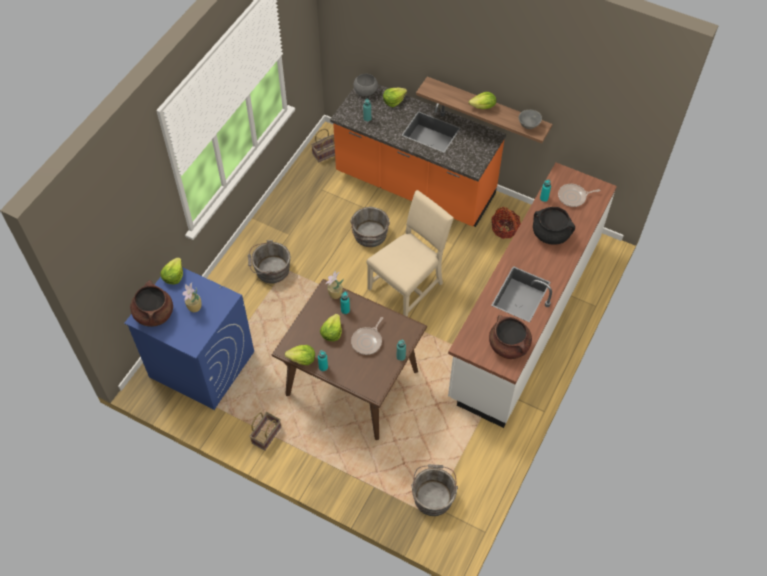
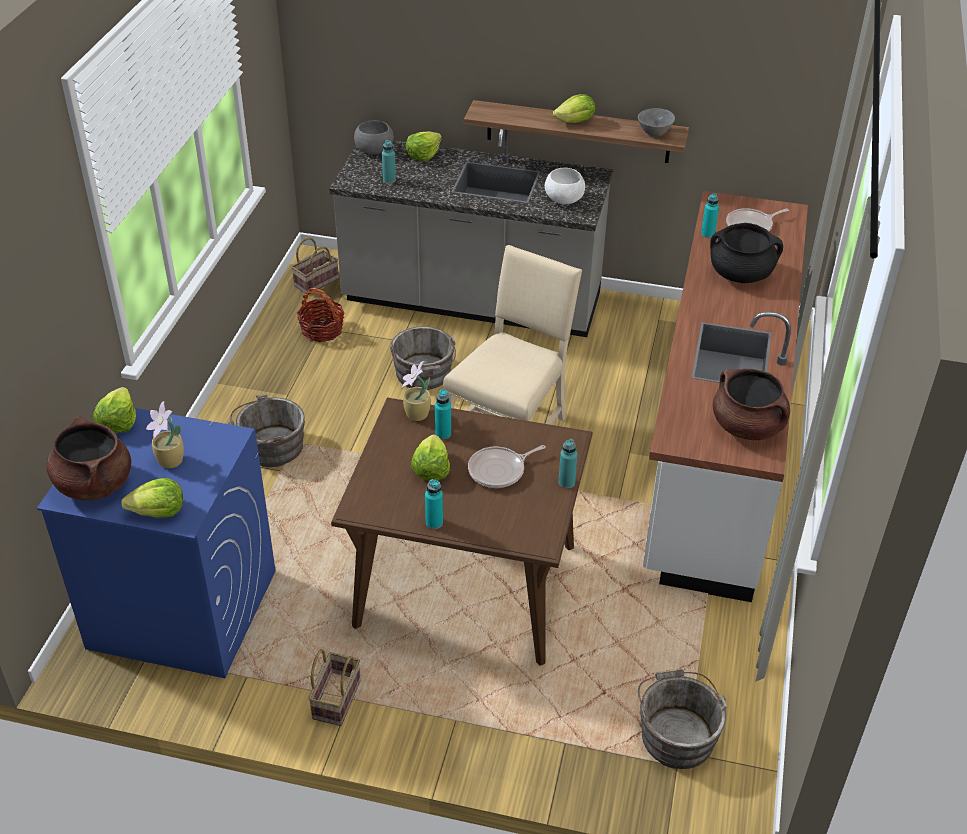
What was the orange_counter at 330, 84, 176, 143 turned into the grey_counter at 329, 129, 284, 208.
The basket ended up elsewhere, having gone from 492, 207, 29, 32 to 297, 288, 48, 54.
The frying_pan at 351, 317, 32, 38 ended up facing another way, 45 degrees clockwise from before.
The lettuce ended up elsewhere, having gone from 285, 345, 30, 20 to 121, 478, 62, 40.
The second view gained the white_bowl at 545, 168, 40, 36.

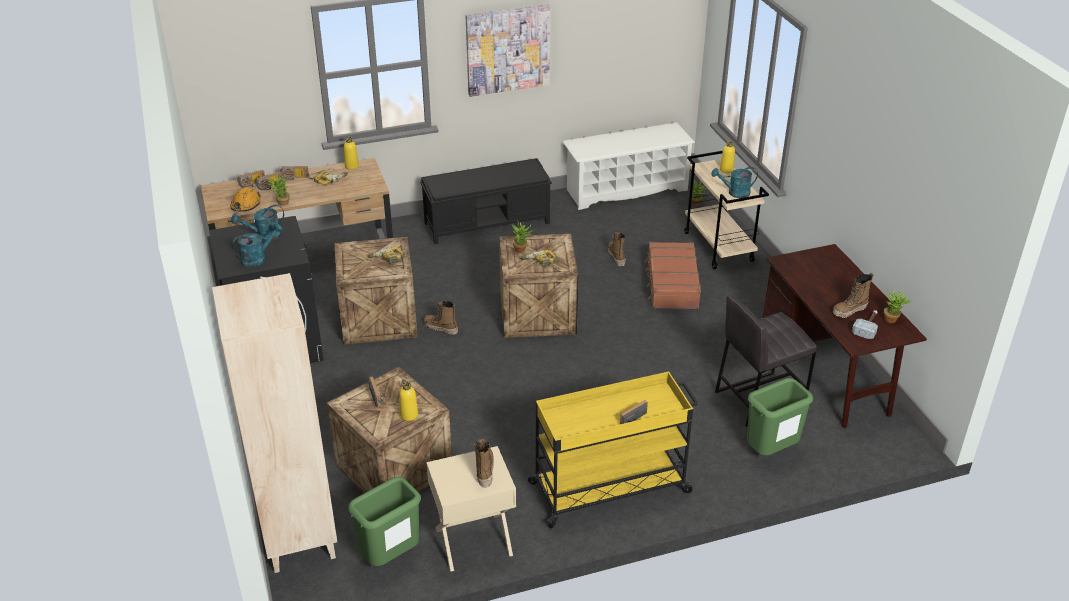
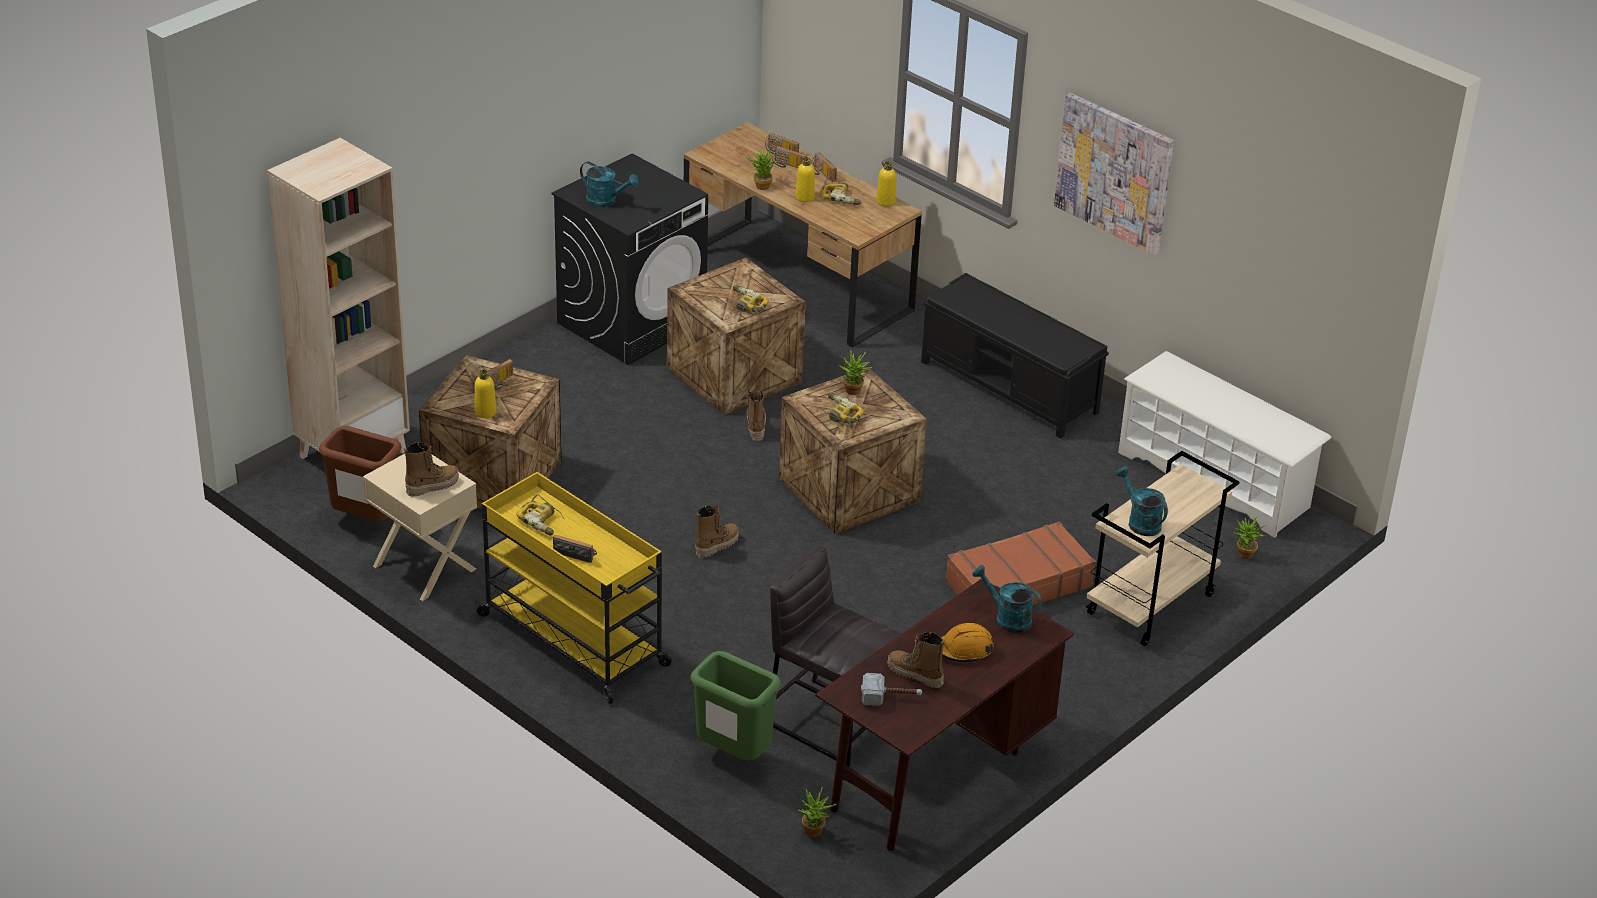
The yellow_bottle ended up elsewhere, having gone from 720, 141, 15, 32 to 795, 157, 20, 45.
The orange_hard_hat ended up elsewhere, having gone from 230, 187, 31, 25 to 940, 623, 53, 40.
The turquoise_watering_can ended up elsewhere, having gone from 231, 204, 53, 37 to 972, 565, 70, 68.
The boot ended up elsewhere, having gone from 608, 232, 18, 35 to 695, 505, 44, 53.
The potted_plant ended up elsewhere, having gone from 884, 288, 27, 35 to 798, 787, 39, 50.
What was the green_trash_can at 348, 477, 73, 89 turned into the brown_trash_can at 319, 426, 83, 95.
The second view gained the power_drill at 516, 494, 48, 42.

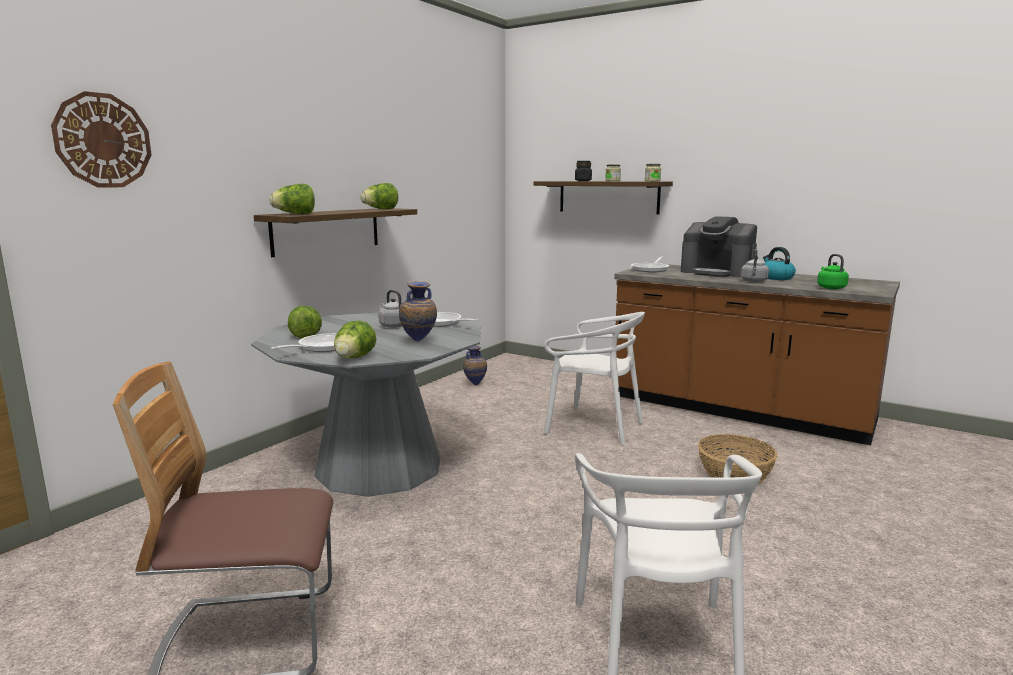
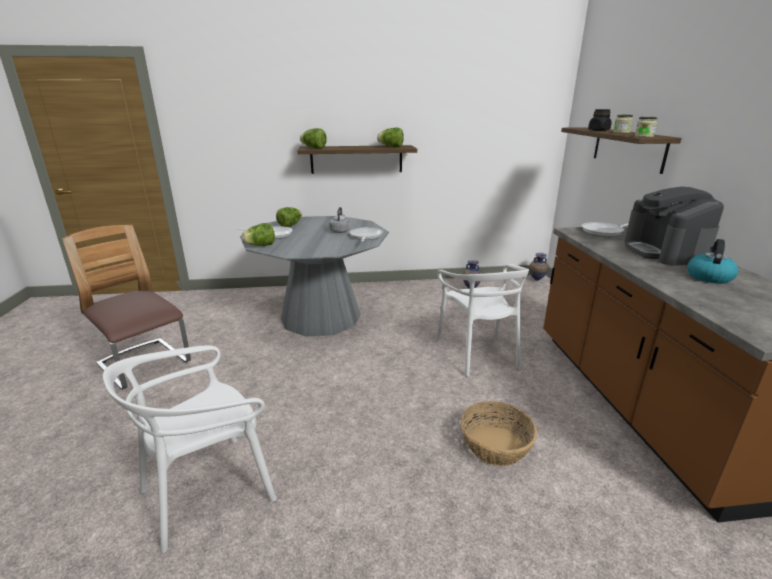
The second view lost the wall_clock at 51, 91, 101, 97.
The second view lost the grey_kettle at 741, 249, 28, 33.
The second view lost the green_kettle at 817, 254, 32, 35.
The vase ended up elsewhere, having gone from 399, 281, 38, 60 to 529, 253, 20, 28.

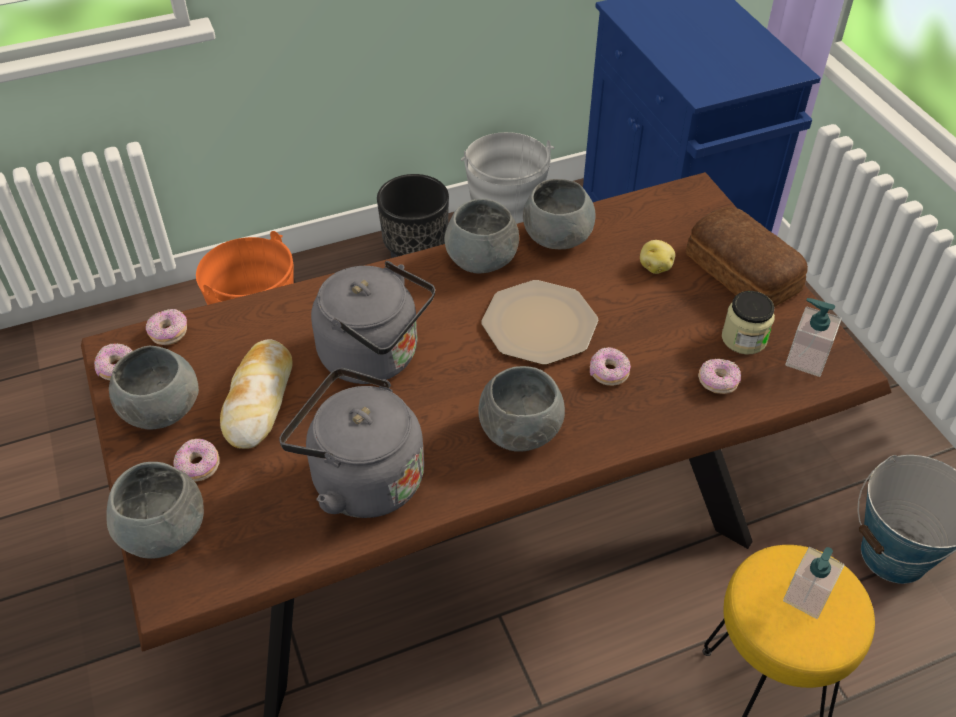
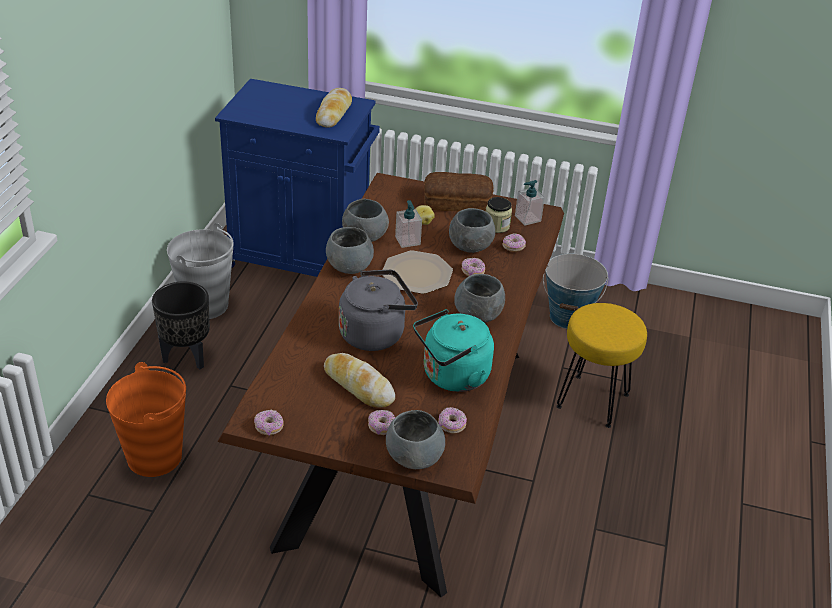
The donut ended up elsewhere, having gone from 146, 309, 41, 36 to 438, 407, 29, 26.
The grey_bowl ended up elsewhere, having gone from 109, 345, 90, 85 to 449, 208, 46, 45.
What was the grey_kettle at 279, 368, 145, 150 turned into the turquoise_kettle at 413, 309, 81, 83.
The soap_dispenser ended up elsewhere, having gone from 783, 547, 62, 72 to 395, 200, 27, 48.
The second view gained the bread at 316, 88, 36, 40.

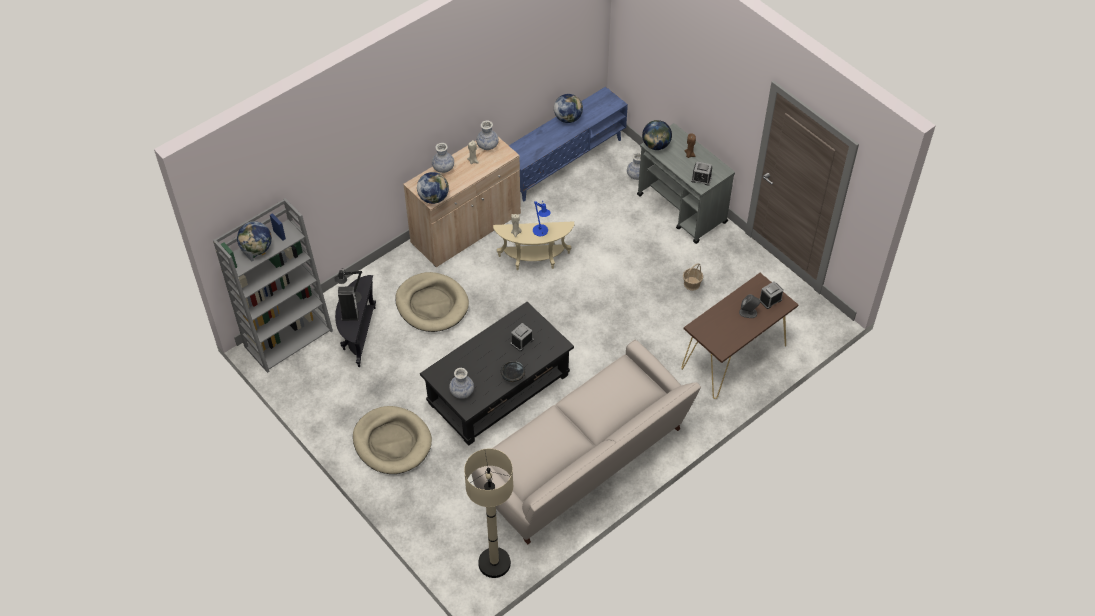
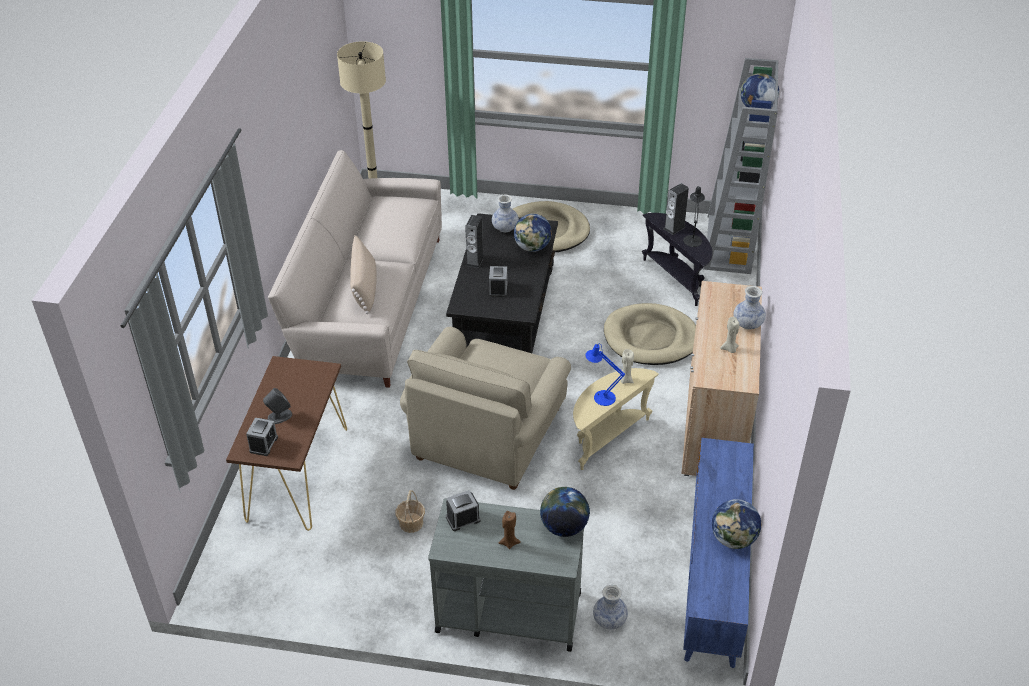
The second view lost the vase at 476, 120, 23, 30.
The globe ended up elsewhere, having gone from 417, 172, 32, 32 to 514, 214, 38, 38.
Where the black_bowl stood at 501, 361, 24, 21, the speaker came to stand at 465, 215, 19, 53.
The second view gained the beige_pillow at 350, 235, 27, 79.
The second view gained the beige_armchair at 400, 327, 171, 163.

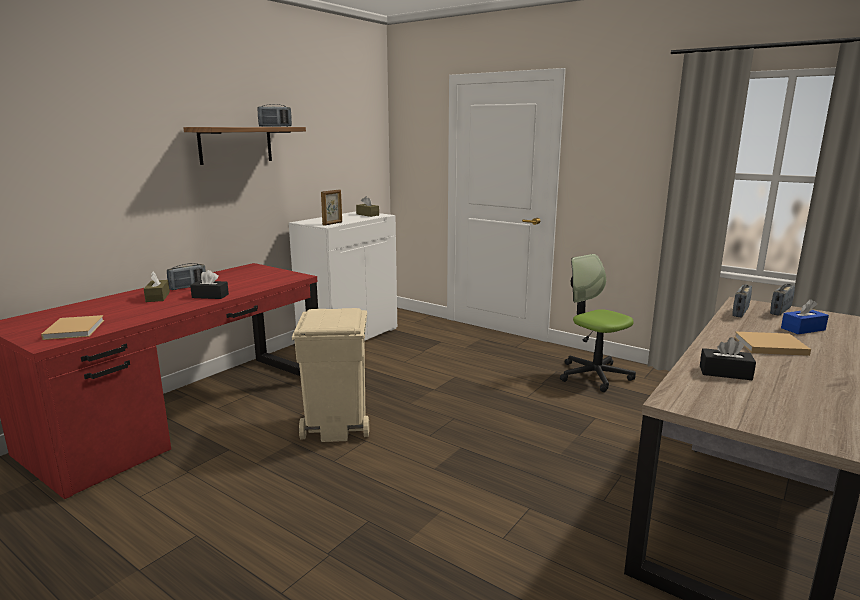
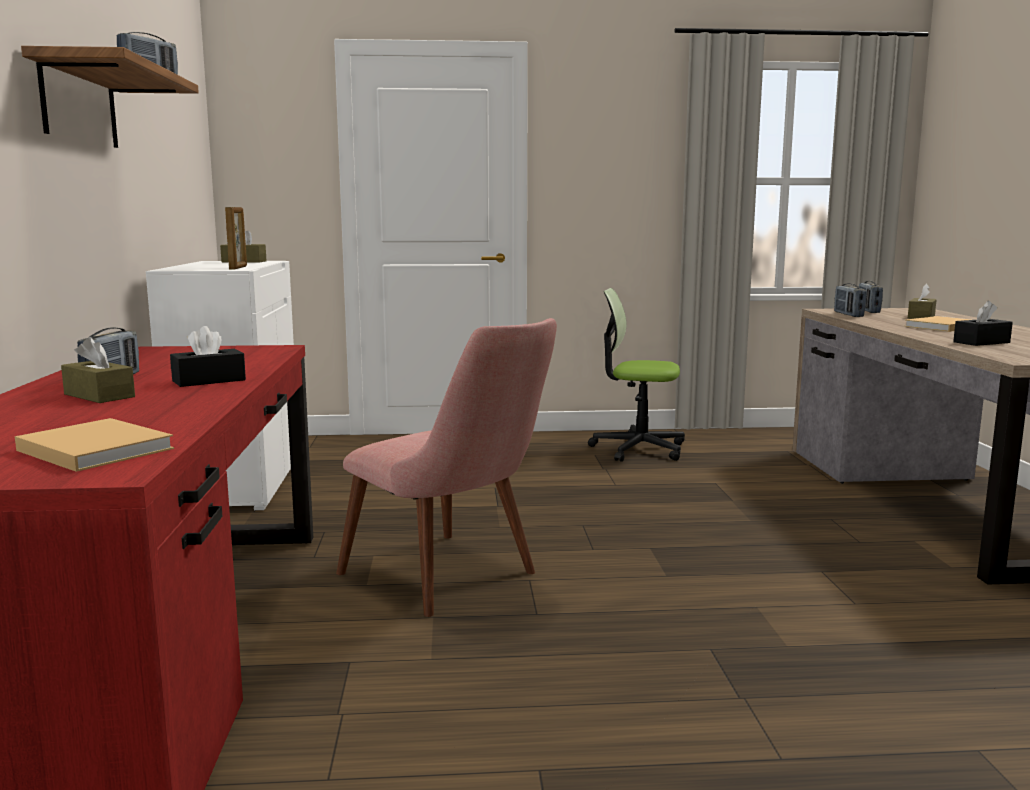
What was the blue_tissue_box at 781, 299, 48, 35 turned into the brown_tissue_box at 908, 283, 29, 36.
Where the beige_trash_can stood at 292, 308, 77, 134, the pink_chair came to stand at 336, 318, 221, 299.

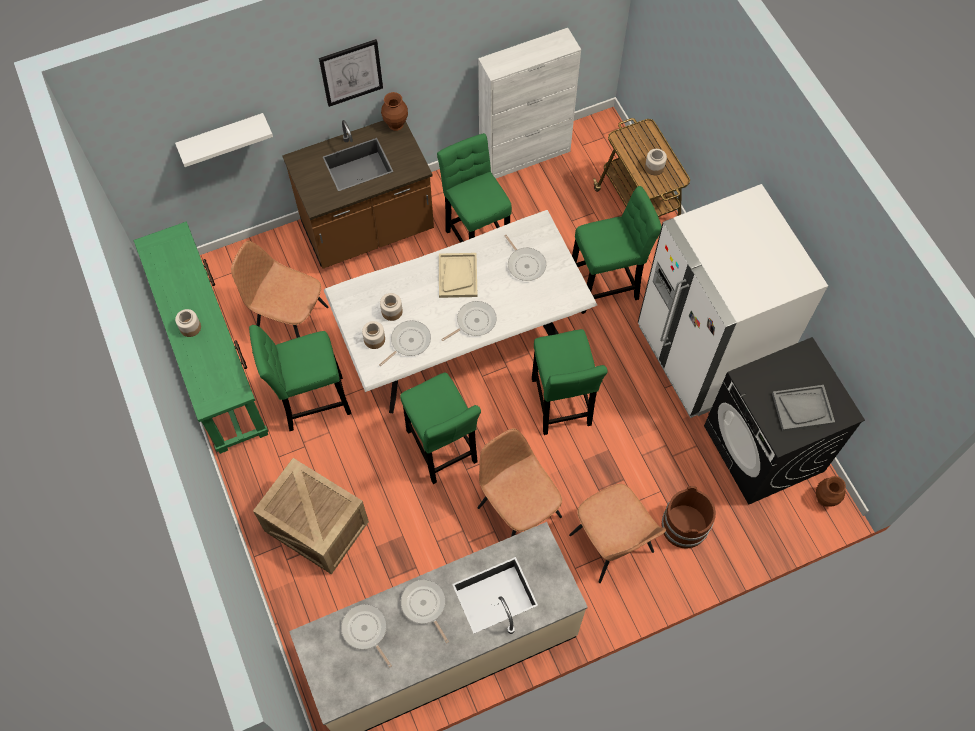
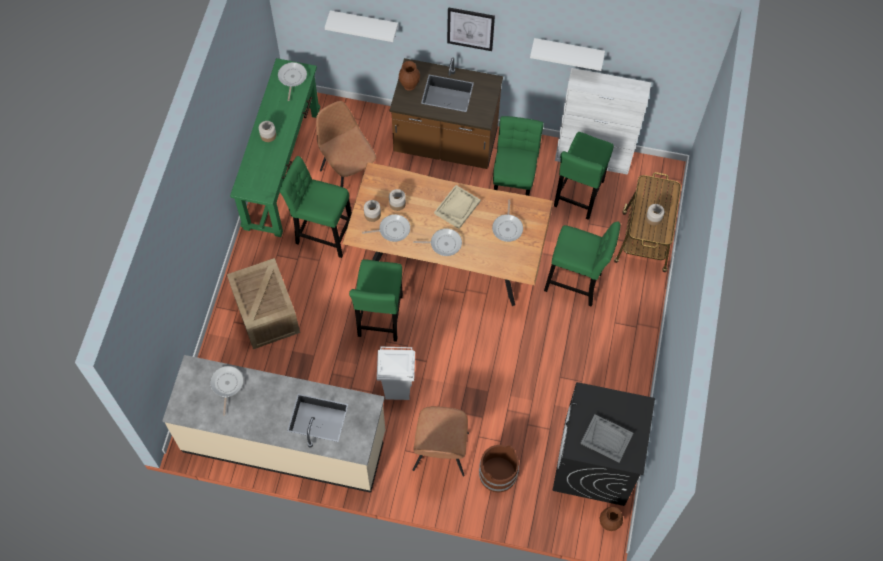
The brown_vase ended up elsewhere, having gone from 381, 92, 27, 39 to 399, 61, 21, 30.
The second view lost the white_fridge at 638, 184, 190, 234.
What was the white_dining_table at 324, 210, 273, 203 turned into the brown_dining_table at 342, 163, 212, 143.
The green_stool ended up elsewhere, having gone from 532, 329, 76, 106 to 554, 132, 60, 88.
Where the brown_chair stood at 478, 428, 84, 109, the white_trash_can came to stand at 377, 346, 38, 54.
The frying_pan ended up elsewhere, having gone from 401, 579, 48, 64 to 278, 62, 29, 39.
The second view gained the white_shelf at 530, 38, 75, 33.

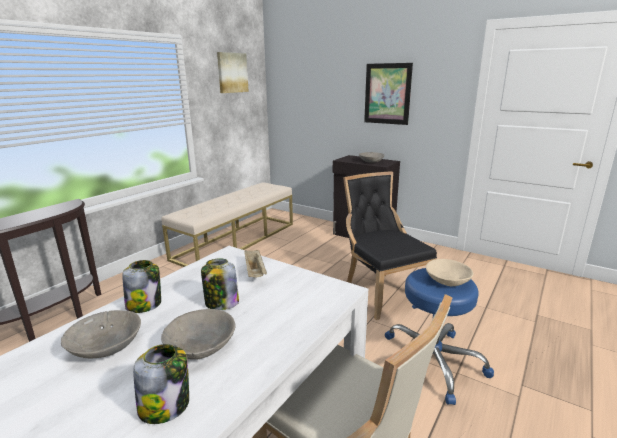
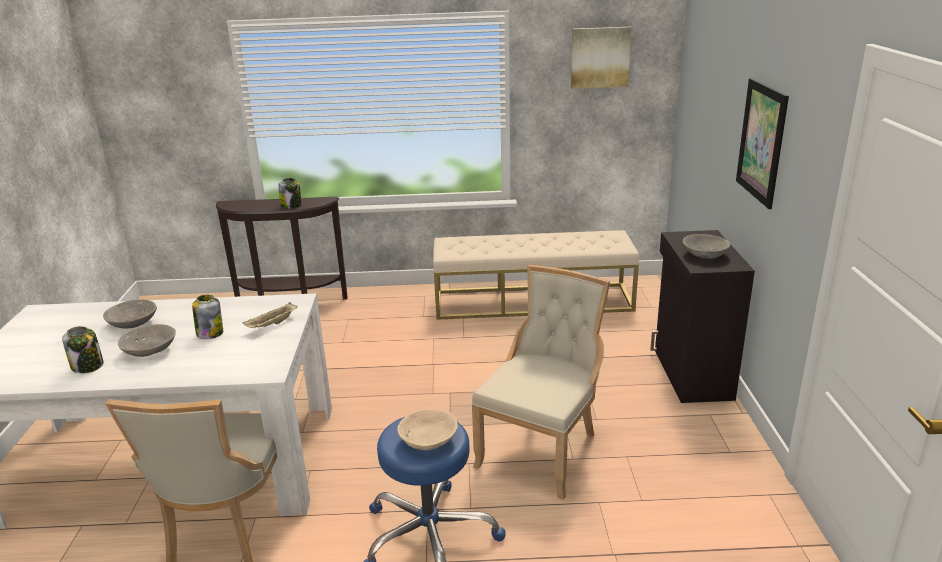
What was the black_chair at 343, 172, 94, 148 turned into the beige_chair at 472, 265, 138, 235.
The jar ended up elsewhere, having gone from 122, 260, 39, 53 to 279, 178, 23, 31.

